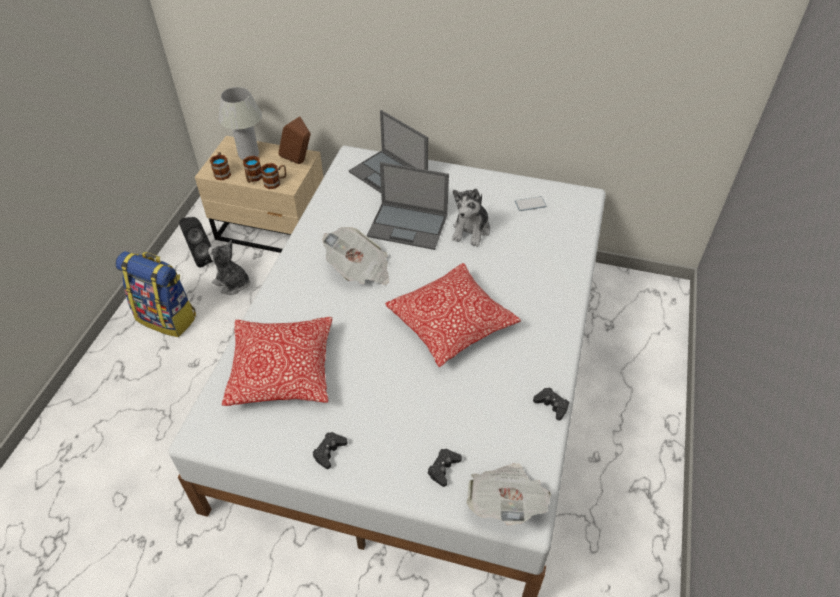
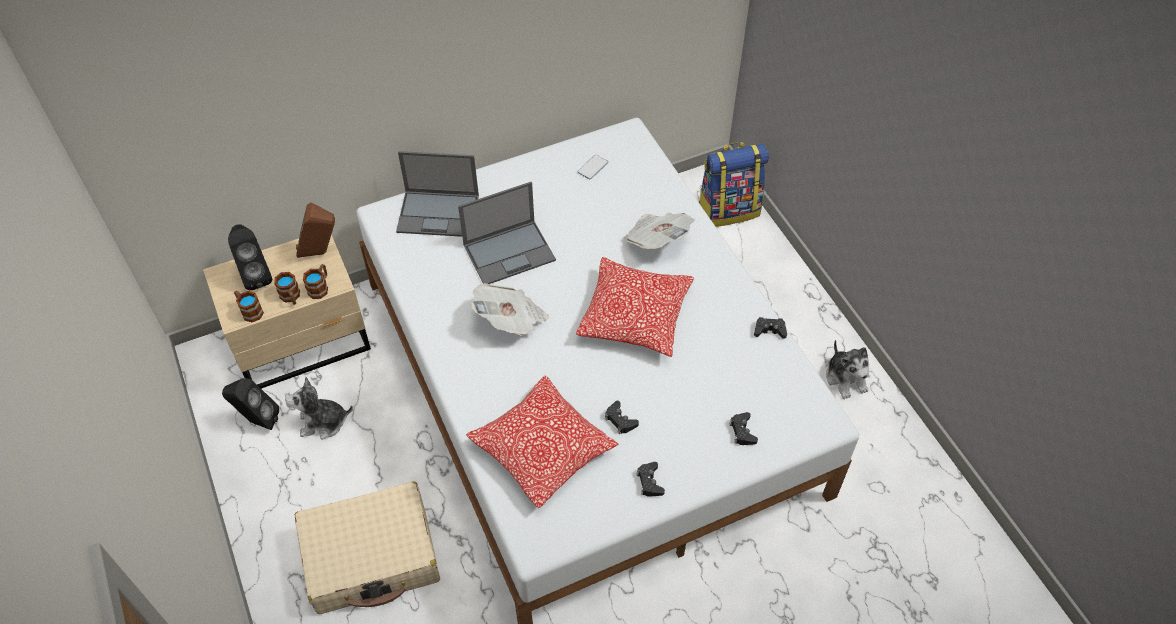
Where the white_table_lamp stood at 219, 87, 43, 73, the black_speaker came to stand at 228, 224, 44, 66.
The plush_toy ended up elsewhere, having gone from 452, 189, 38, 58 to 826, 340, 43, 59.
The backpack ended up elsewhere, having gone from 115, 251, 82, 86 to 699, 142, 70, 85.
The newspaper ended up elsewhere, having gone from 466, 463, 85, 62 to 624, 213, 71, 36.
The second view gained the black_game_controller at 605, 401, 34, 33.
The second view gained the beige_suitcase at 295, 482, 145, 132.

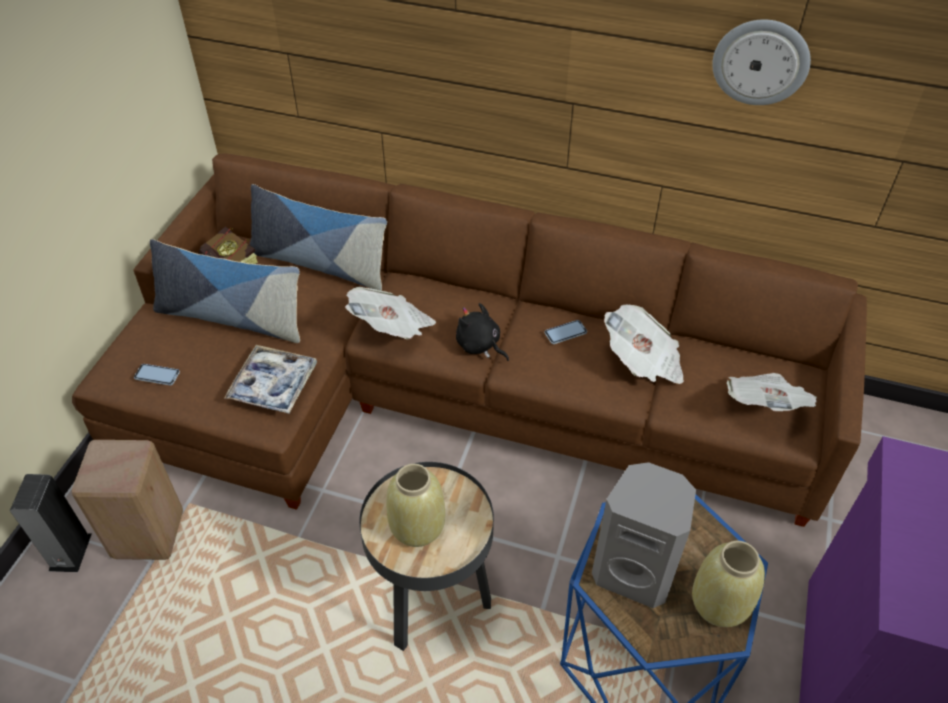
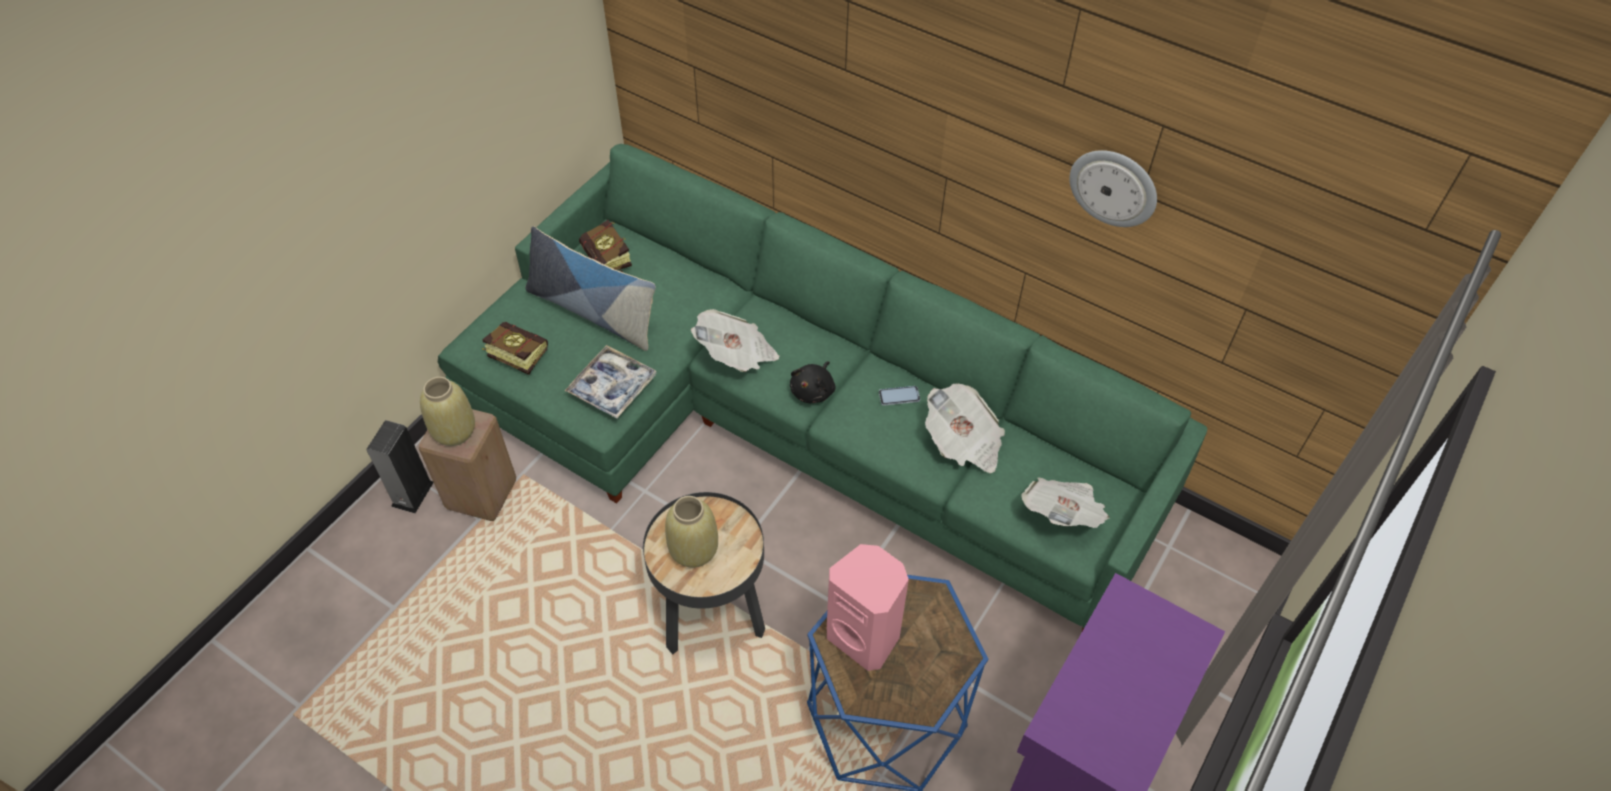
What was the brown_sofa at 72, 153, 795, 374 turned into the green_sofa at 438, 144, 769, 487.
The second view lost the pillow at 249, 184, 138, 107.
The black_plush_toy at 456, 303, 53, 58 ended up facing another way, 120 degrees counterclockwise from before.
Where the phone stood at 134, 364, 46, 21, the book came to stand at 482, 322, 66, 53.
What was the grey_speaker at 592, 462, 104, 146 turned into the pink_speaker at 827, 544, 82, 127.
The beige_vase ended up elsewhere, having gone from 692, 541, 73, 86 to 420, 377, 55, 69.

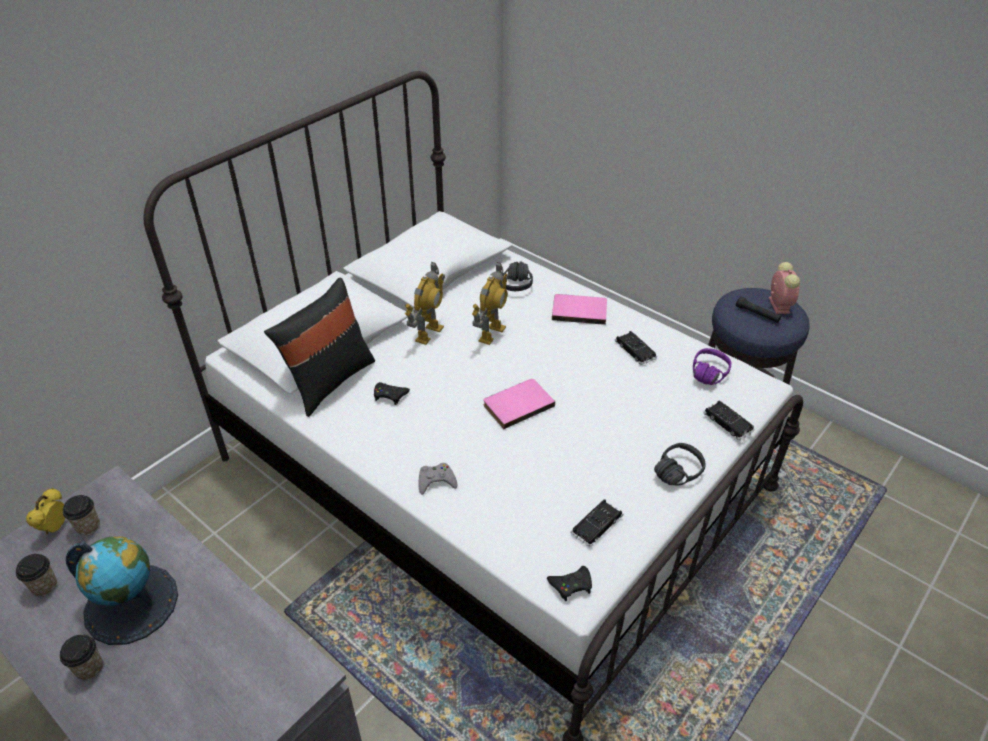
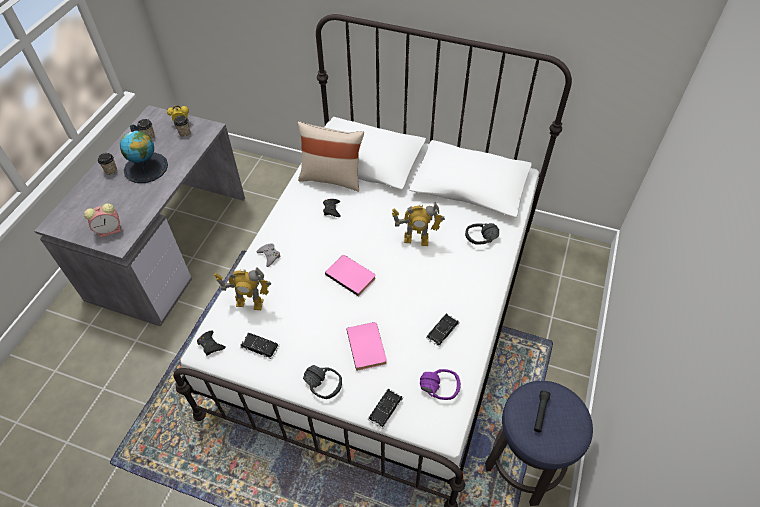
The toy_robot ended up elsewhere, having gone from 405, 262, 40, 83 to 214, 268, 57, 42.
The alarm_clock ended up elsewhere, having gone from 768, 262, 32, 52 to 84, 203, 37, 35.
What was the black_pillow at 264, 278, 111, 139 turned into the beige_pillow at 298, 121, 66, 71.
The pink_book ended up elsewhere, having gone from 552, 294, 55, 31 to 347, 322, 40, 49.

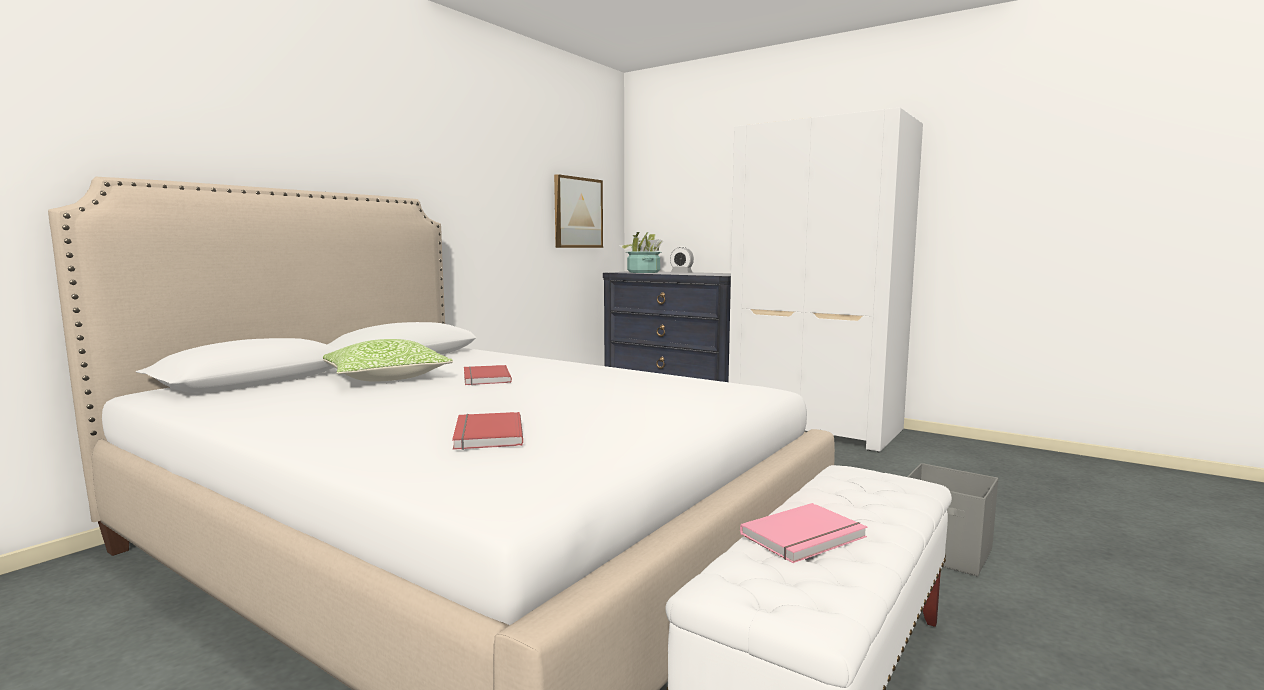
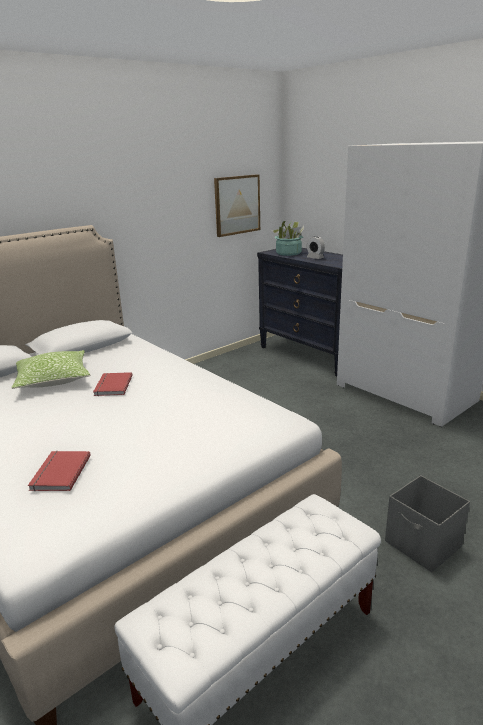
The second view lost the pink_book at 740, 503, 127, 60.

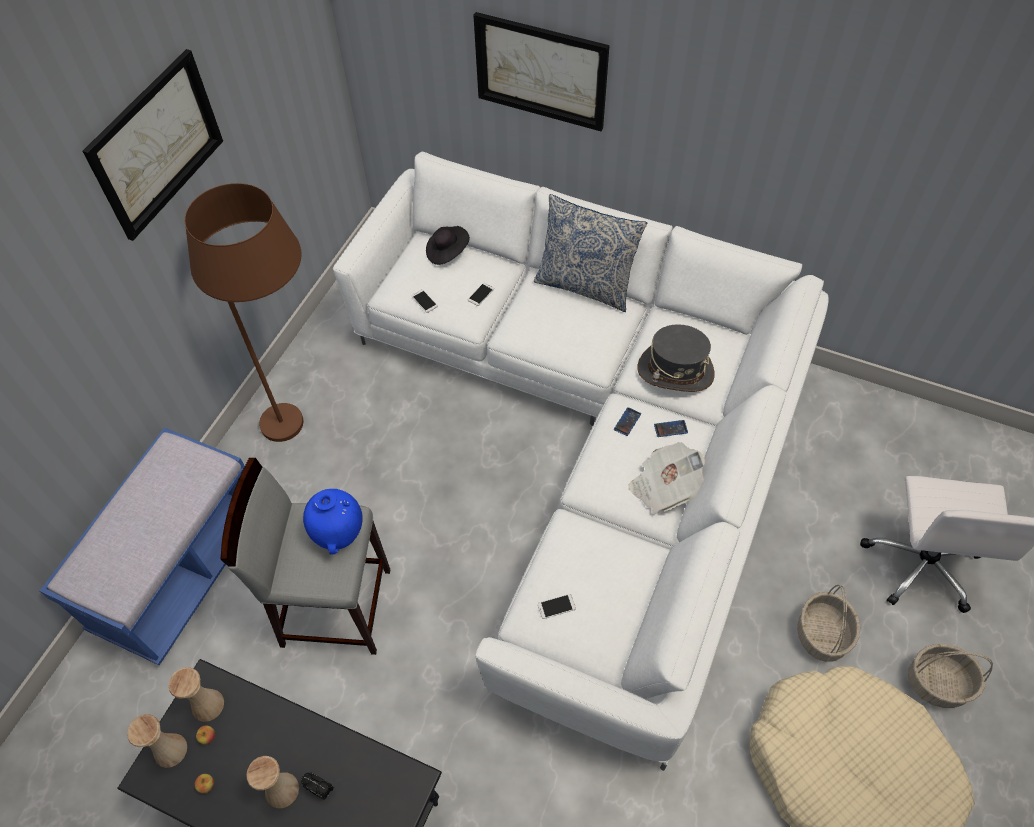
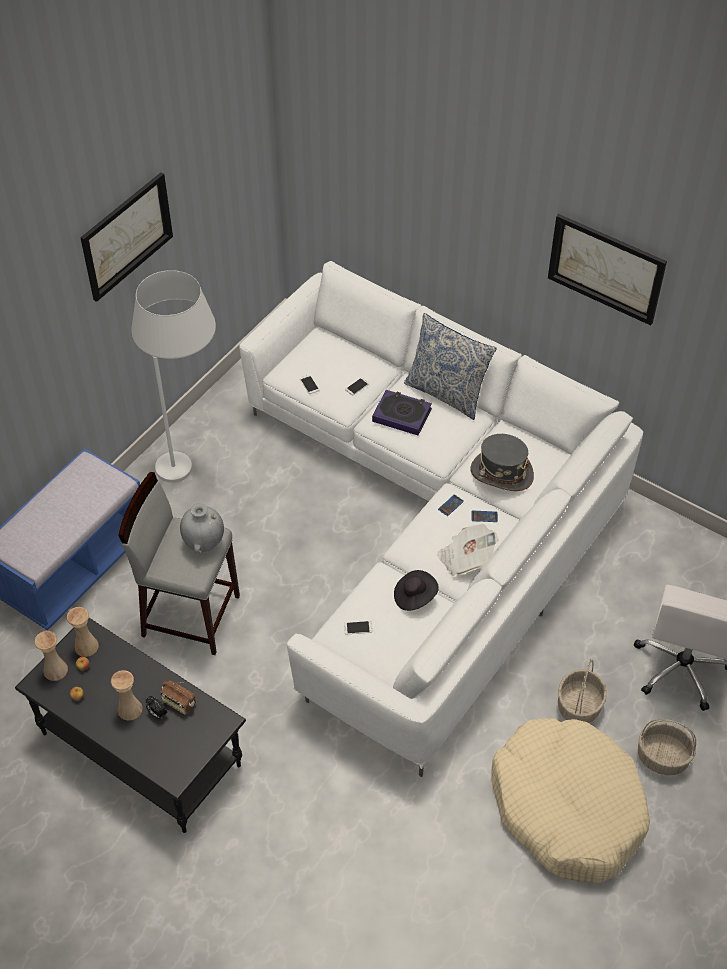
The picture ended up elsewhere, having gone from 473, 12, 137, 119 to 548, 214, 119, 112.
What was the brown_floor_lamp at 185, 183, 118, 259 turned into the white_floor_lamp at 132, 270, 84, 213.
The black_hat ended up elsewhere, having gone from 426, 226, 44, 39 to 394, 570, 45, 41.
What was the blue_vase at 303, 489, 60, 65 turned into the grey_vase at 180, 503, 44, 51.
The second view gained the book at 372, 390, 60, 45.
The second view gained the radio at 160, 680, 36, 35.

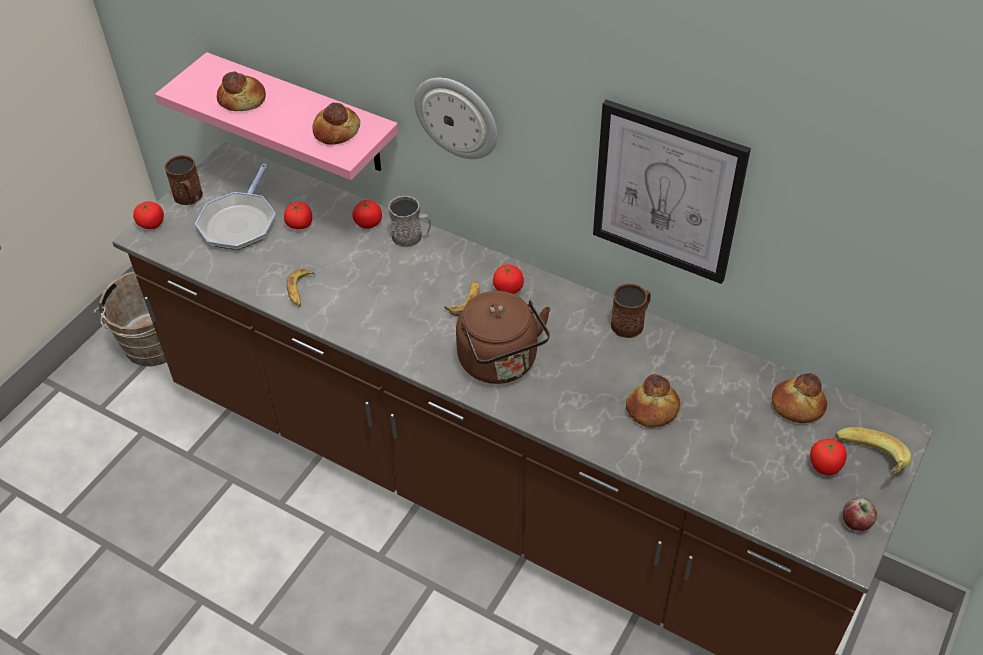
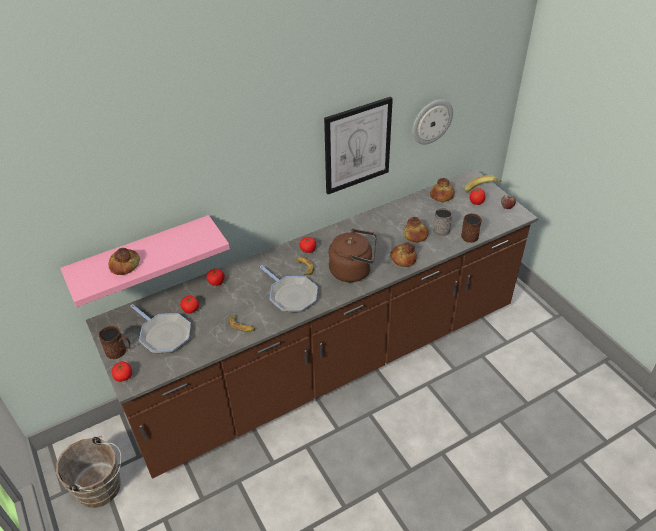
The wall_clock ended up elsewhere, having gone from 414, 78, 84, 81 to 412, 100, 41, 44.
The bread ended up elsewhere, having gone from 313, 103, 47, 42 to 390, 242, 27, 25.
The grey_mug ended up elsewhere, having gone from 388, 196, 43, 51 to 433, 207, 20, 29.
The brown_mug ended up elsewhere, having gone from 611, 283, 40, 55 to 461, 213, 21, 30.
The second view gained the frying_pan at 260, 265, 57, 47.

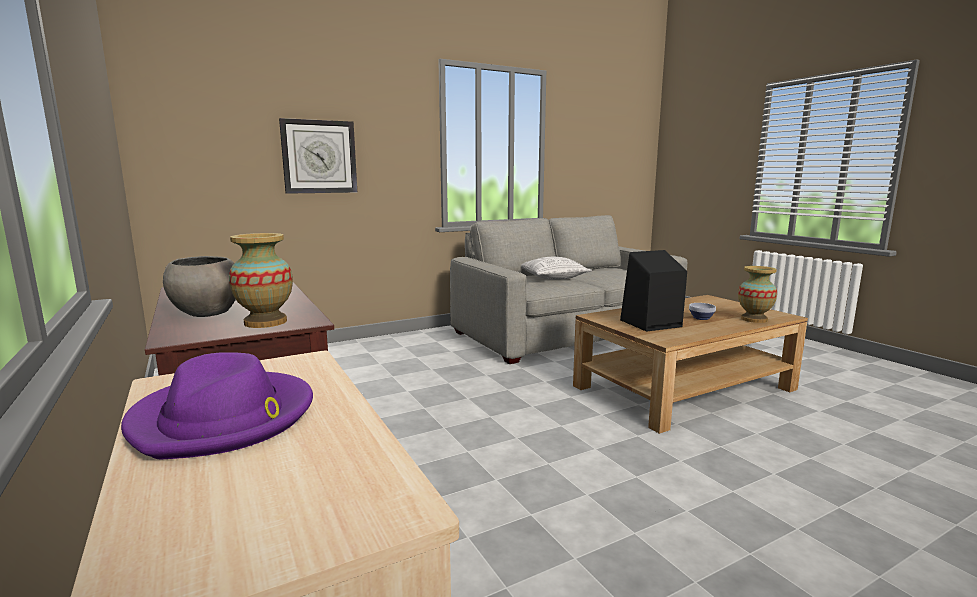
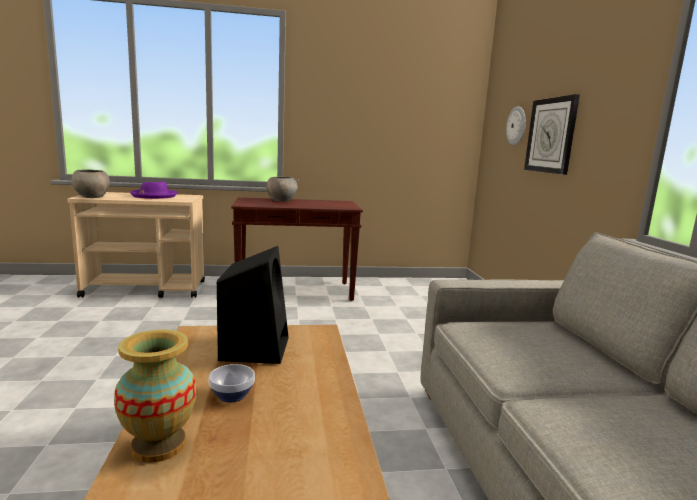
The second view lost the vase at 229, 233, 64, 95.
The second view lost the pillow at 521, 257, 71, 23.
The second view gained the wall_clock at 506, 106, 20, 39.
The second view gained the grey_bowl at 71, 170, 39, 28.

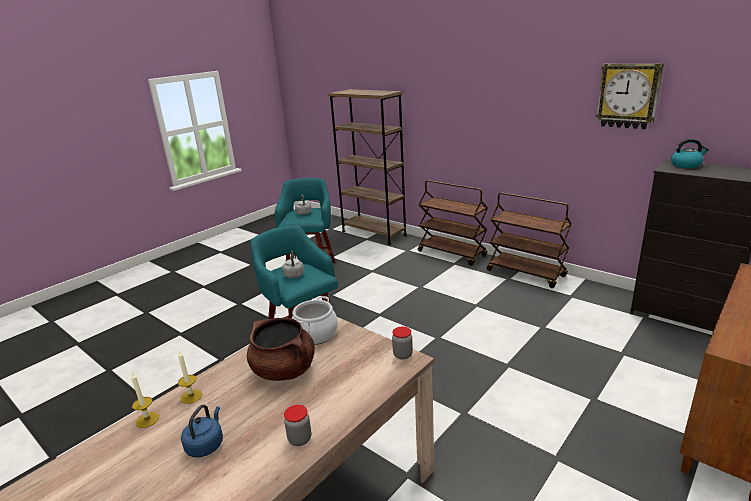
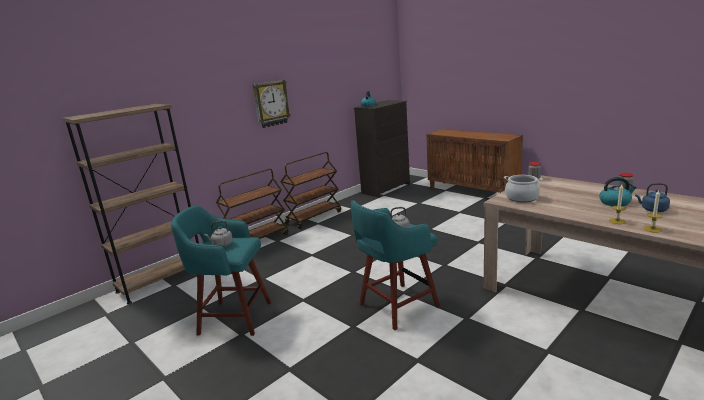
The wall_clock ended up elsewhere, having gone from 596, 63, 68, 66 to 253, 80, 38, 48.
The second view lost the brown_cooking_pot at 247, 318, 68, 63.
The second view gained the kettle at 599, 177, 38, 29.

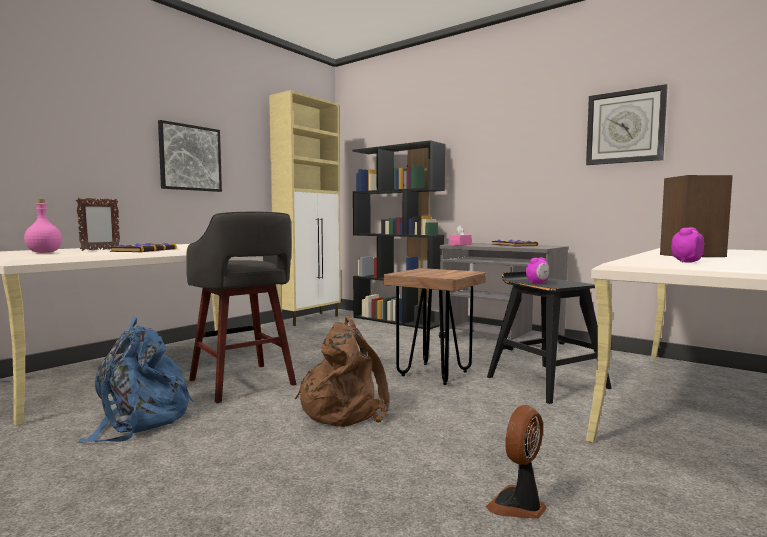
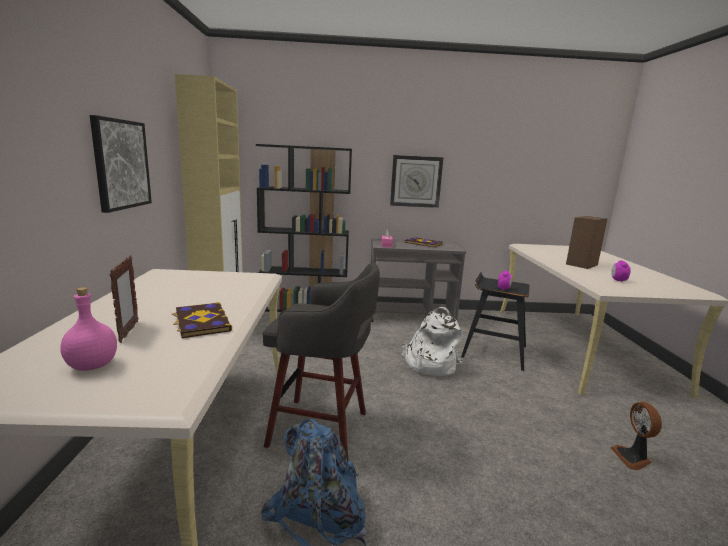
The wall_clock ended up elsewhere, having gone from 586, 84, 82, 81 to 390, 155, 53, 53.
Where the brown_stool stood at 384, 268, 102, 117, the white_backpack came to stand at 402, 307, 61, 69.
The second view lost the brown_backpack at 295, 316, 95, 111.

